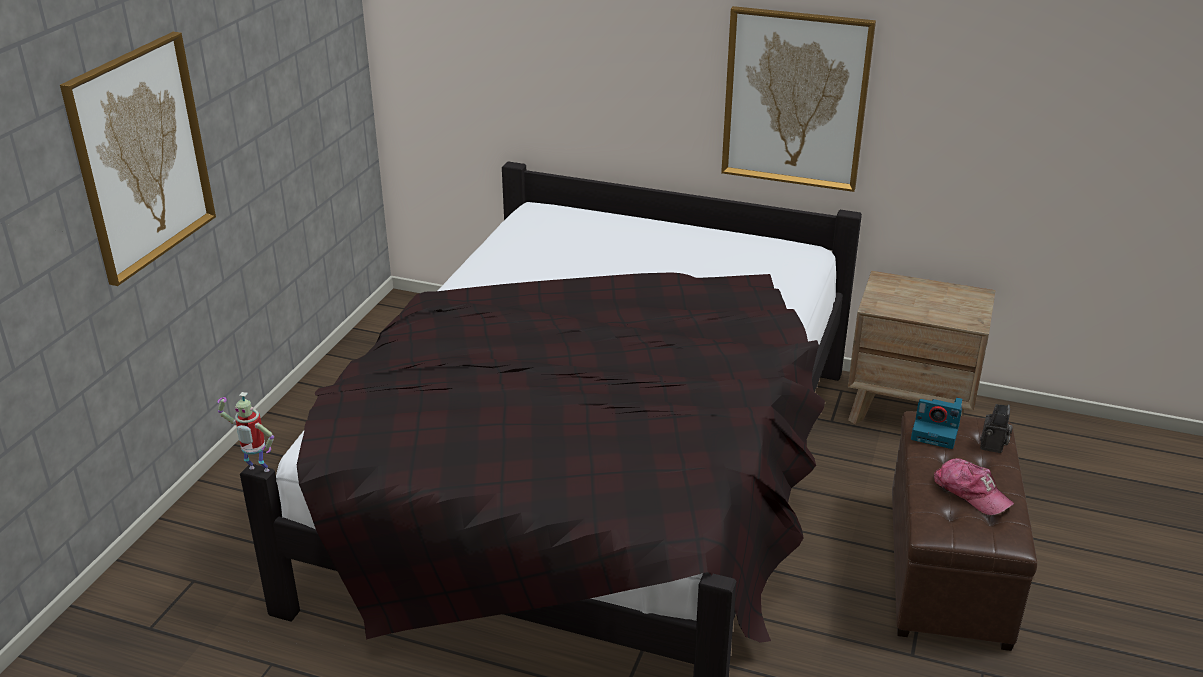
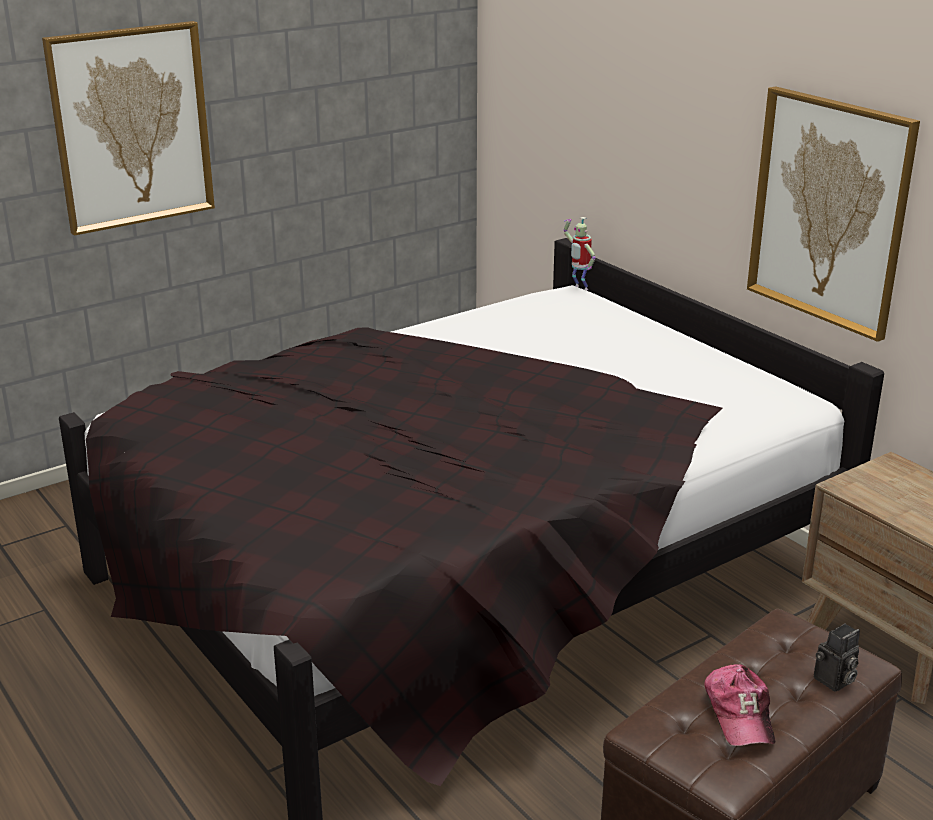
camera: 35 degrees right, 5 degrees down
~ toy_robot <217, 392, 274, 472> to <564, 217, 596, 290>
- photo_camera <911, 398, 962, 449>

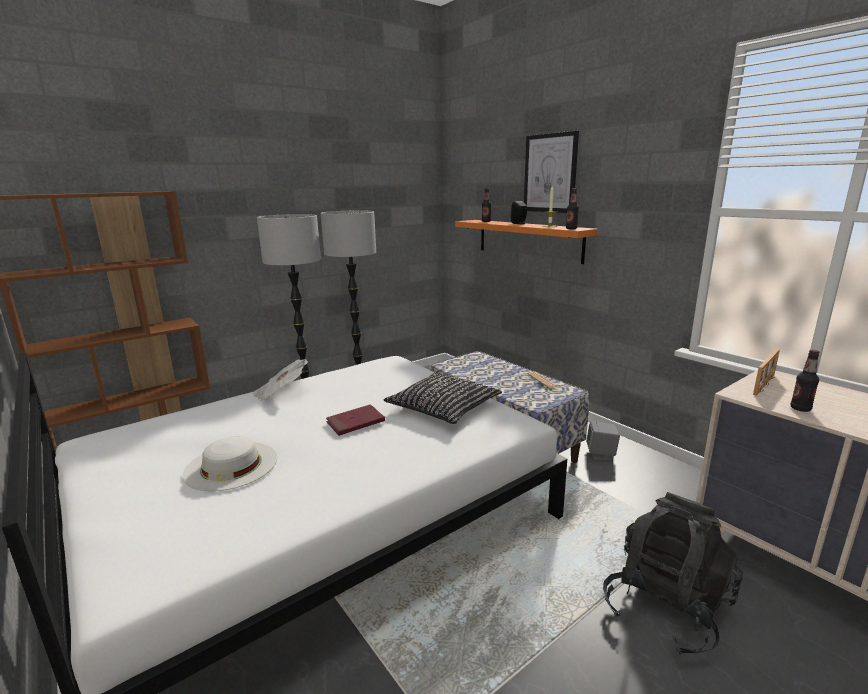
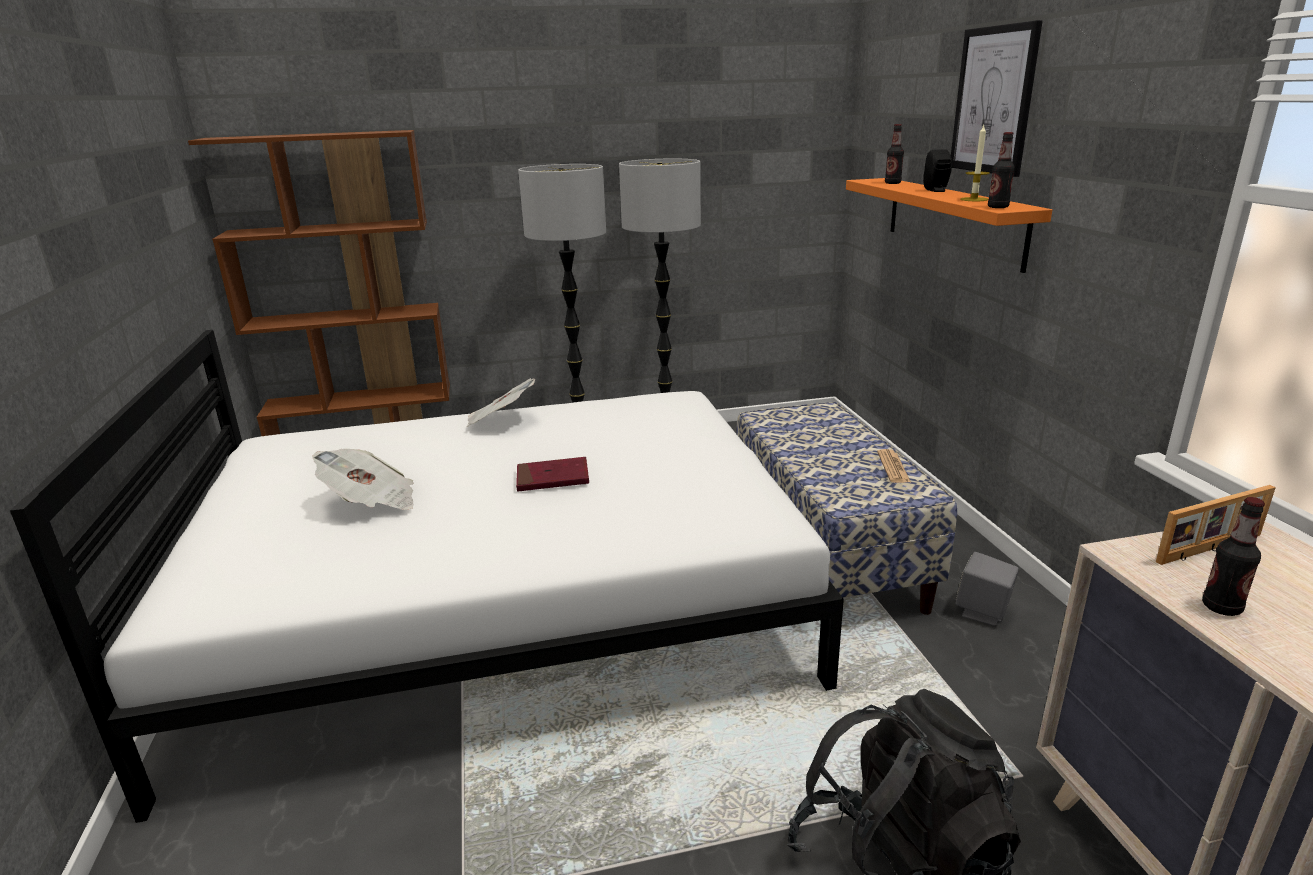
camera: 25 degrees right, 5 degrees up
~ white_hat <183, 436, 277, 491> to newspaper <312, 449, 414, 510>
- black_pillow <384, 373, 502, 424>

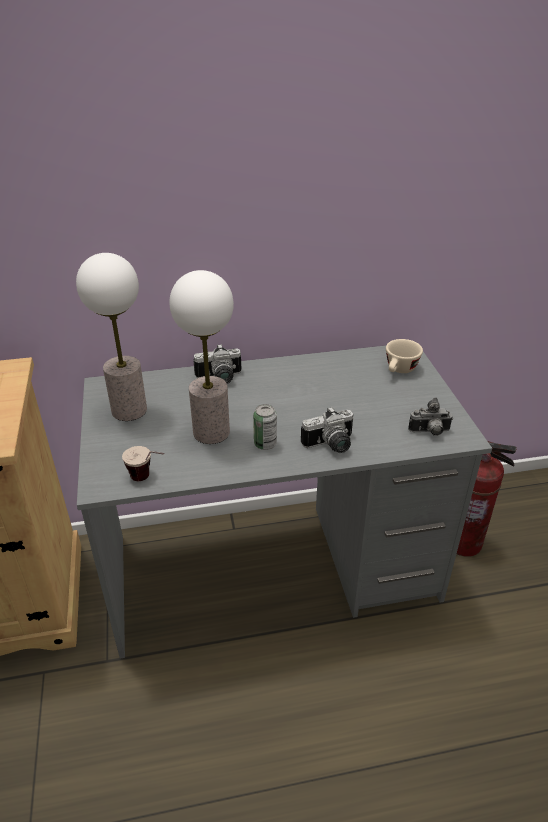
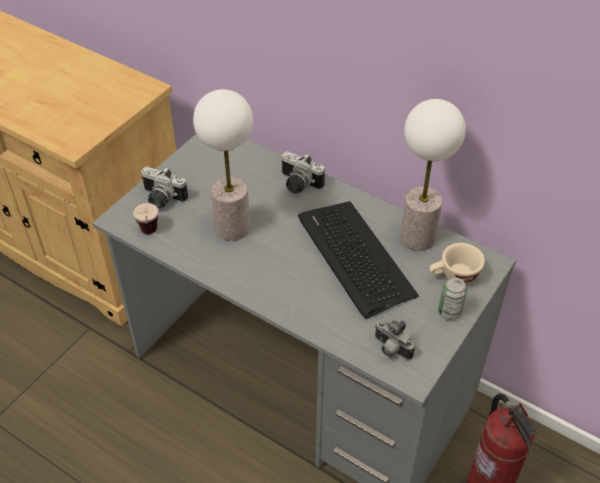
camera: 45 degrees right, 10 degrees up
~ photo_camera <301, 407, 354, 453> to <141, 167, 188, 209>
+ keyboard <298, 201, 419, 319>
~ table_lamp <76, 253, 147, 421> to <400, 99, 466, 251>
~ can <253, 404, 277, 450> to <438, 277, 467, 320>

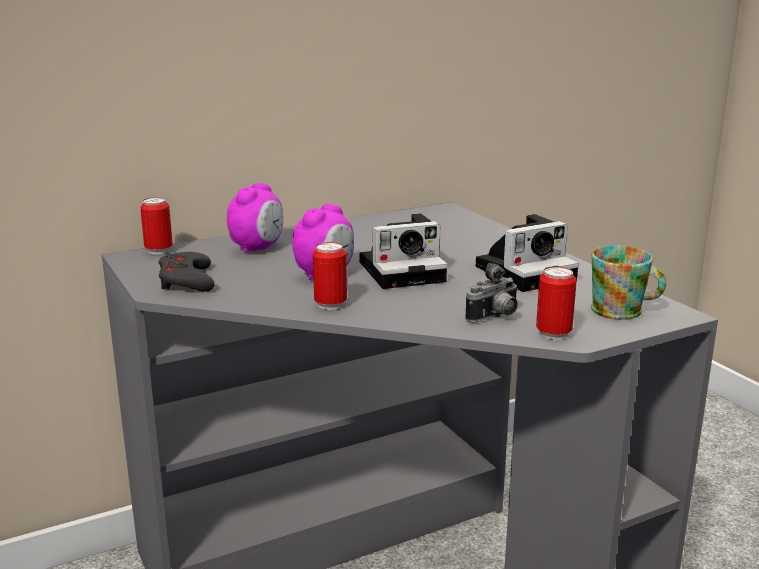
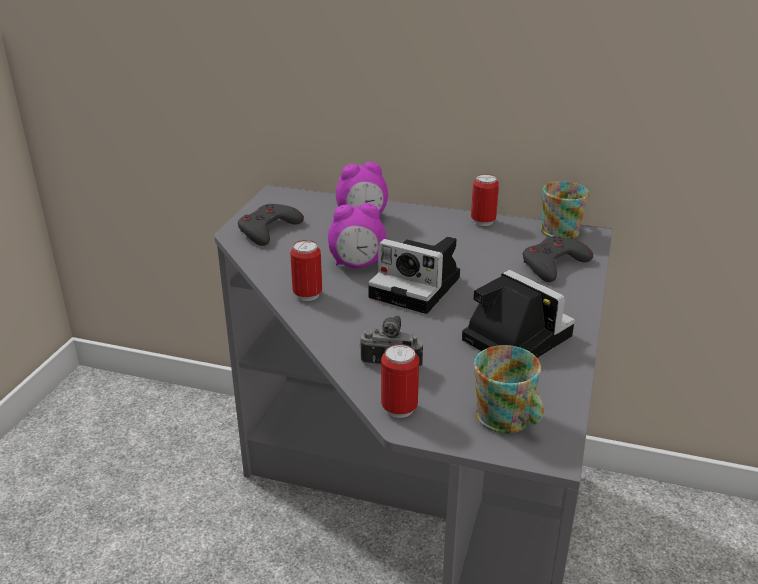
camera: 45 degrees right, 10 degrees up
~ photo_camera <476, 214, 579, 292> = <462, 270, 575, 358> 150 degrees counterclockwise
~ can <140, 197, 173, 254> to <471, 174, 499, 226>
+ grey_game_controller <523, 236, 593, 282>
+ mug <541, 181, 589, 239>

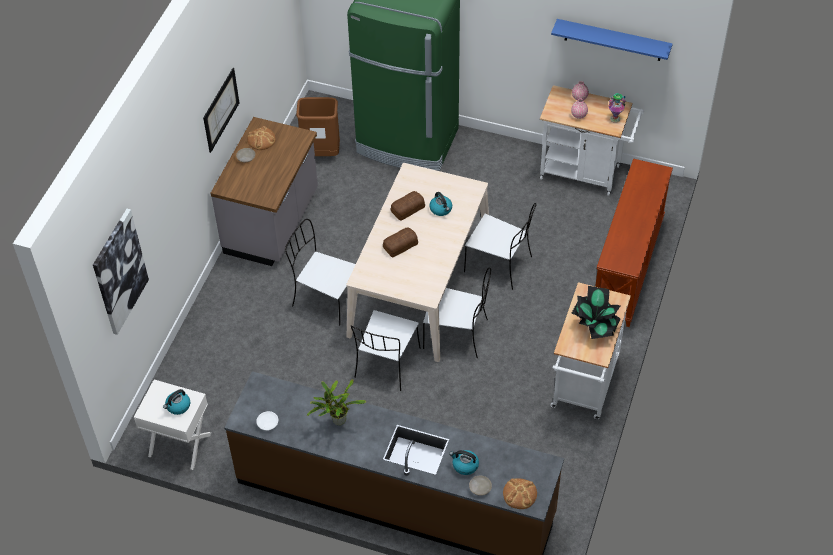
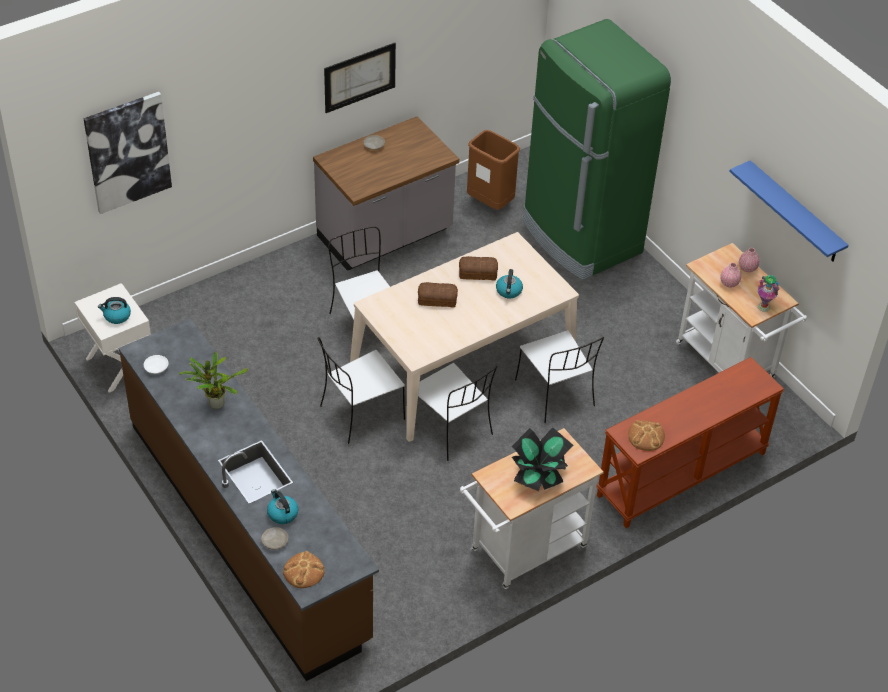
camera: 35 degrees right, 5 degrees down
~ bread <247, 126, 275, 150> to <628, 420, 665, 451>

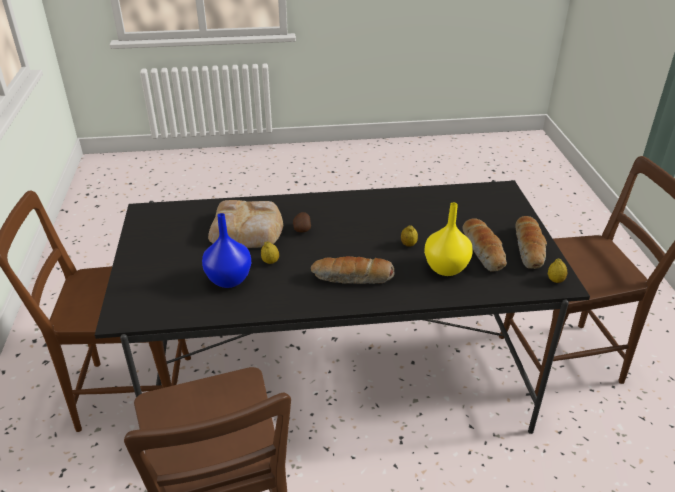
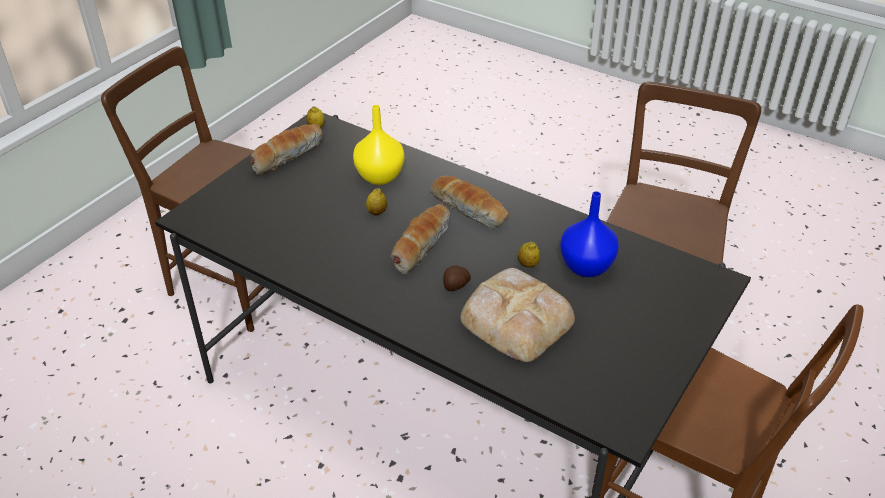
camera: 140 degrees left, 5 degrees up
~ bread <462, 218, 507, 272> to <391, 204, 451, 274>

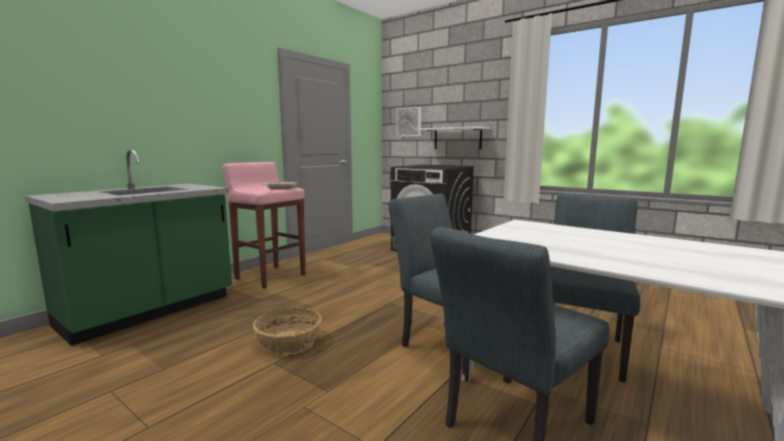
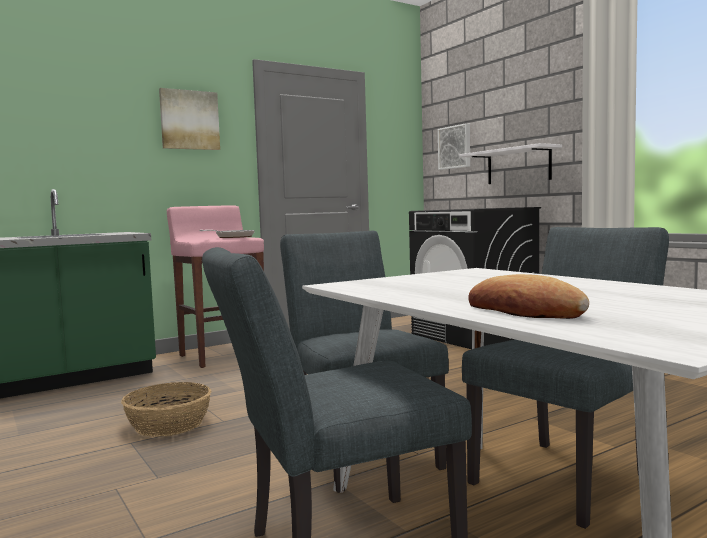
camera: 20 degrees right, 5 degrees down
+ picture <159, 88, 220, 150>
+ bread <468, 274, 589, 319>

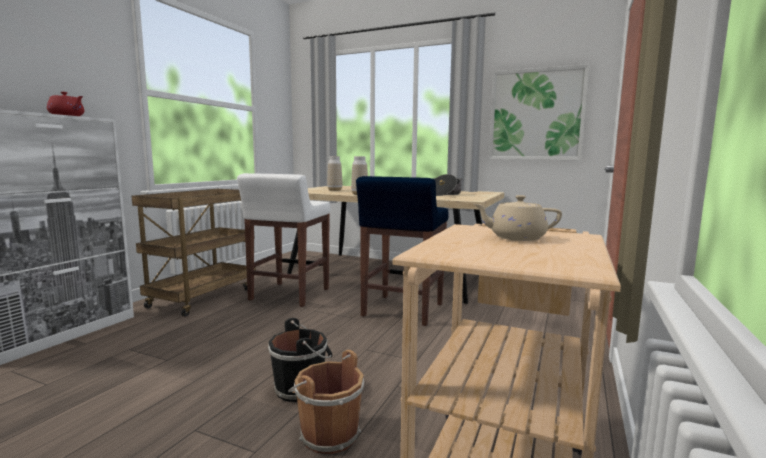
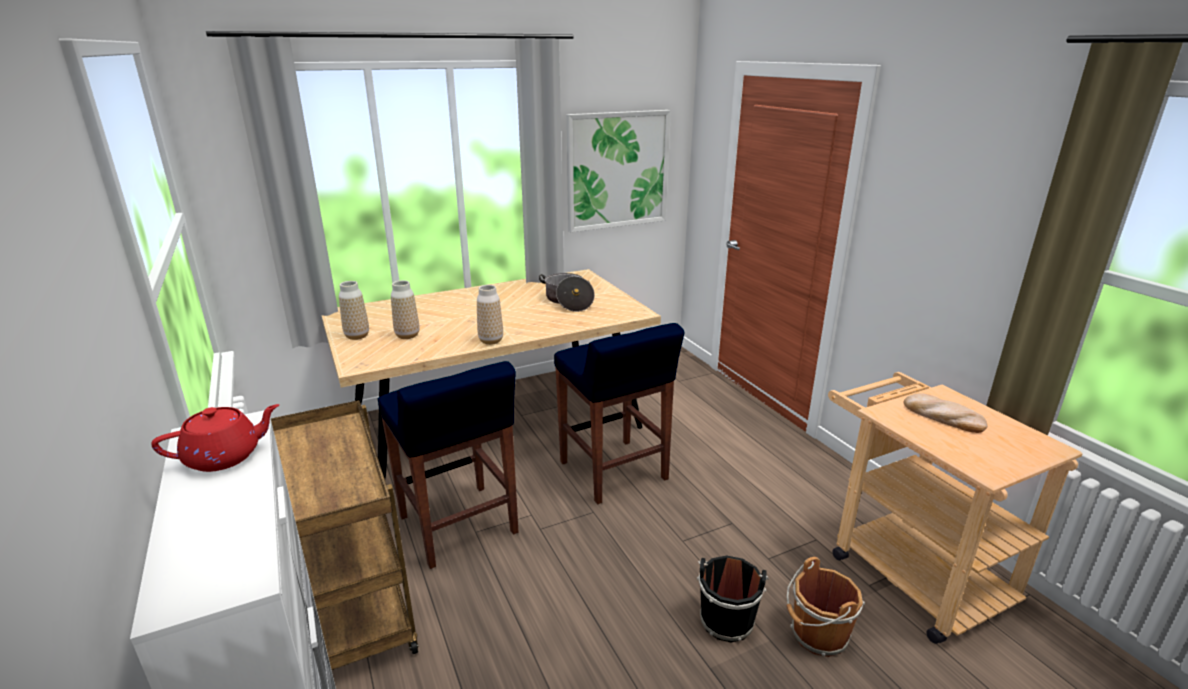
camera: 50 degrees left, 15 degrees up
+ vase <339, 281, 369, 340>
~ white_stool <237, 173, 331, 307> to blue_stool <378, 361, 519, 569>
~ beige_teapot <473, 195, 562, 241> to bread <903, 393, 988, 433>

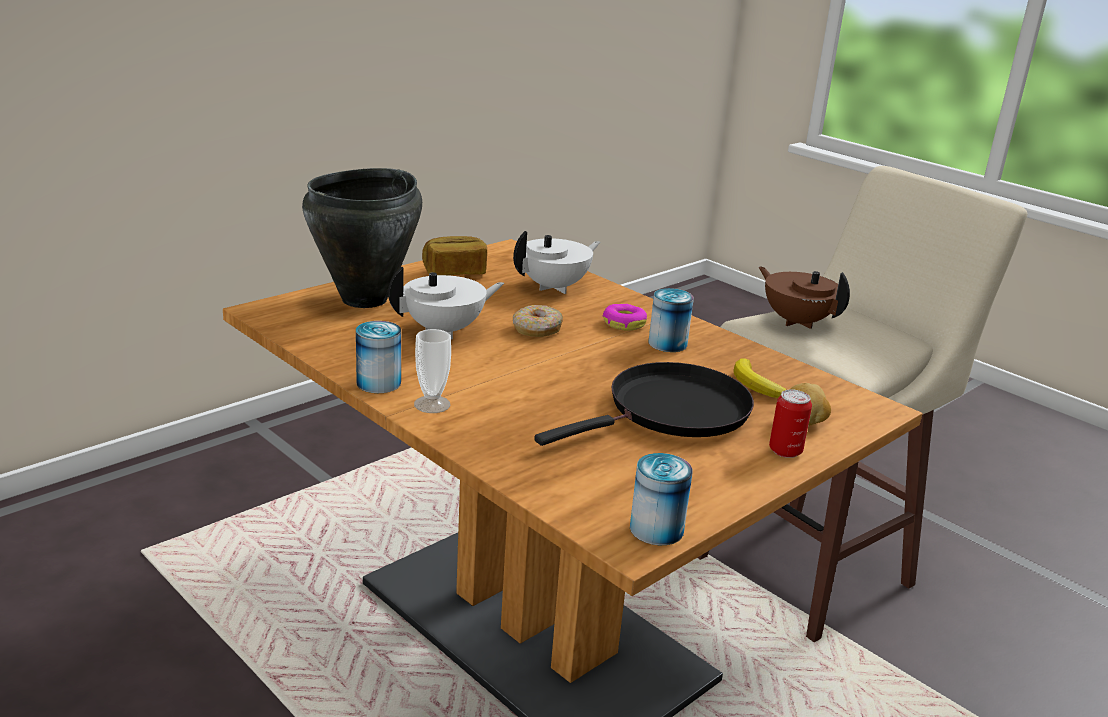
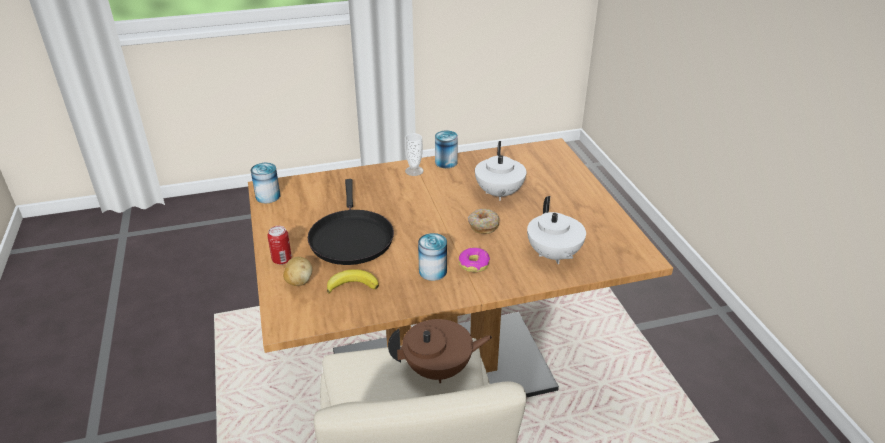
camera: 120 degrees right, 10 degrees up
- black_cooking_pot <302, 168, 422, 308>
- bread <422, 236, 487, 275>

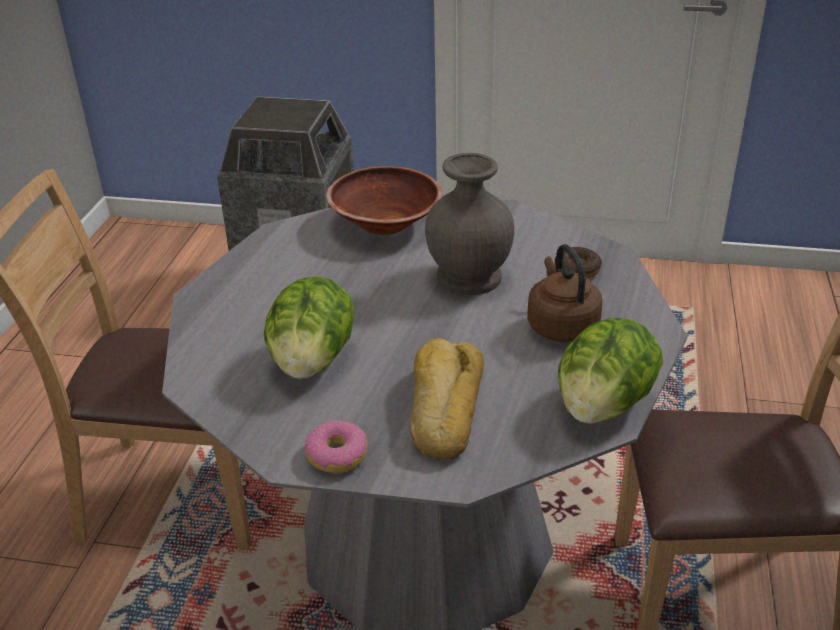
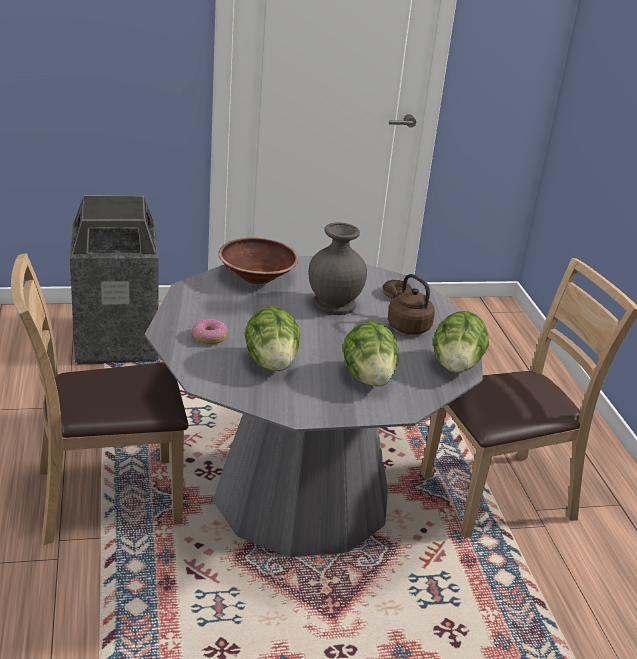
camera: 25 degrees left, 5 degrees down
~ donut <305, 420, 368, 473> to <192, 319, 228, 344>
~ bread <410, 338, 484, 459> to lettuce <343, 320, 399, 387>

